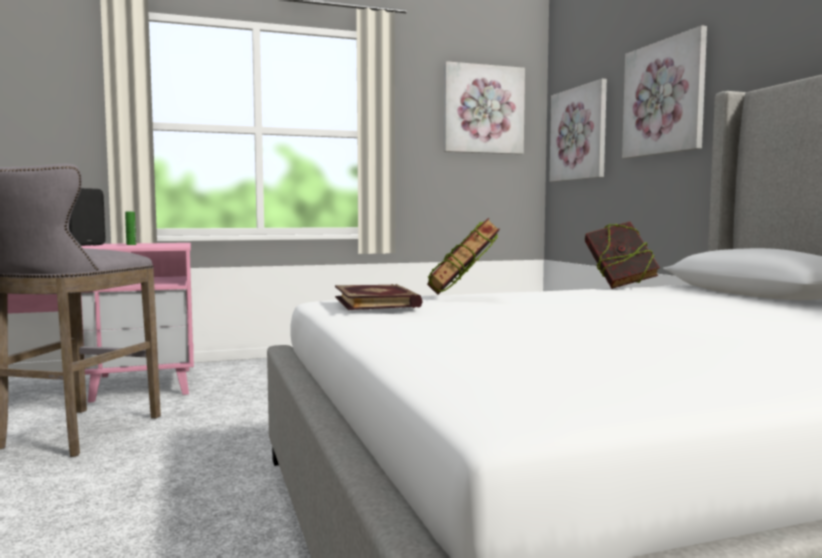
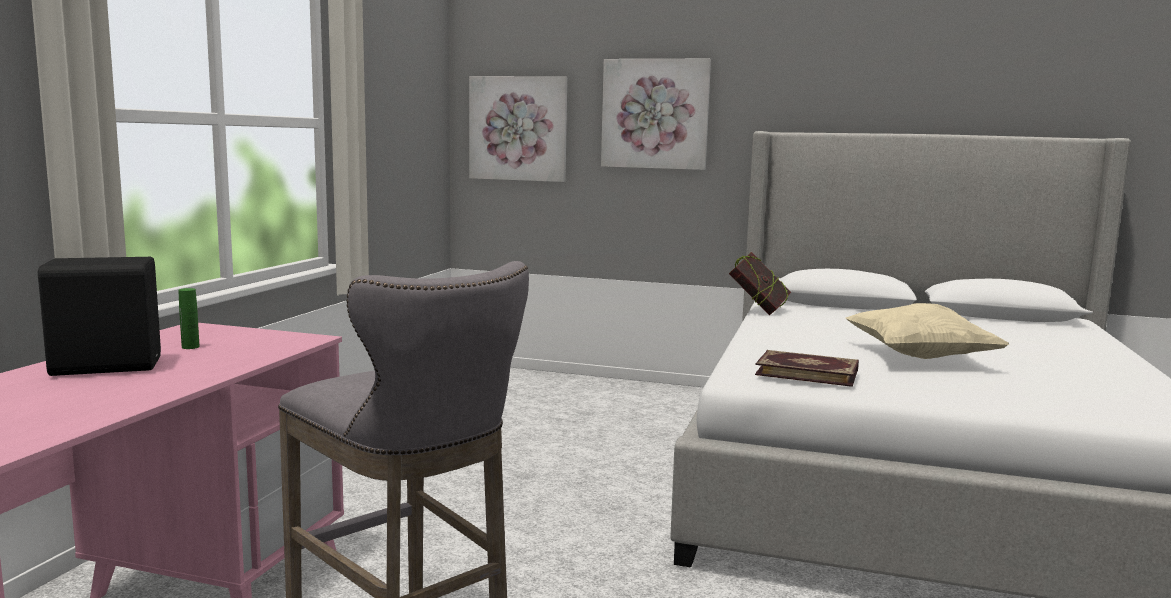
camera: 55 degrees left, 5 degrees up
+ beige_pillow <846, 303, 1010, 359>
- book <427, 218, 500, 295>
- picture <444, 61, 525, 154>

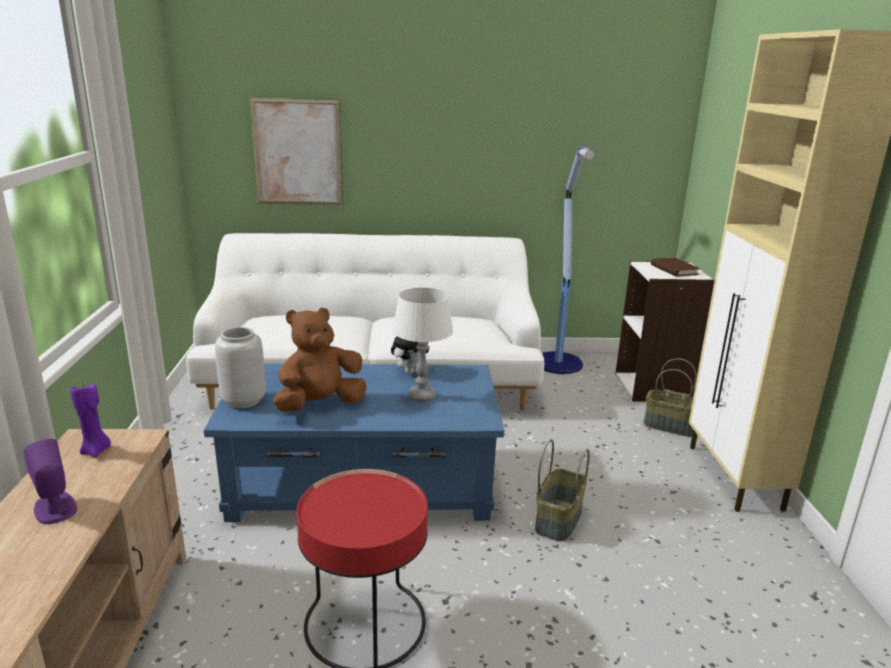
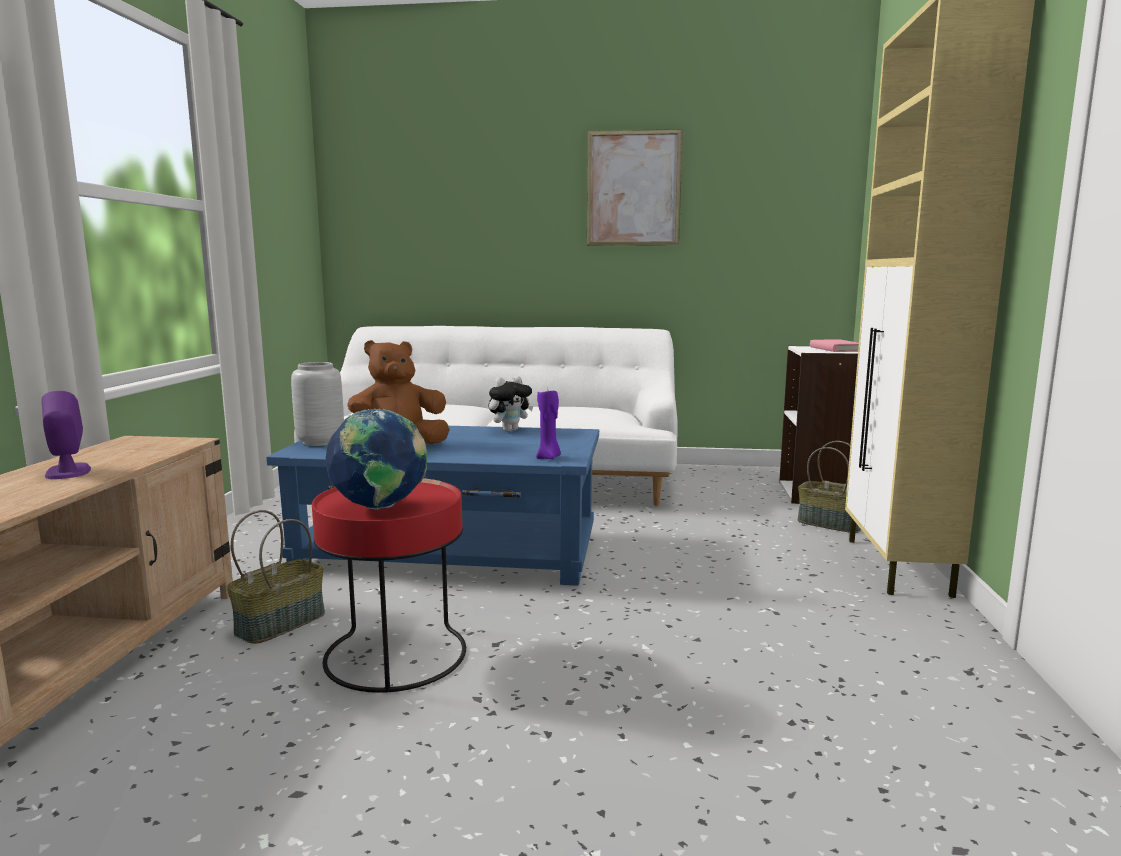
camera: 10 degrees right, 10 degrees down
~ basket <535, 439, 590, 541> to <227, 510, 325, 644>
+ globe <326, 408, 427, 510>
~ purple_candle <70, 383, 111, 458> to <536, 391, 561, 460>
~ picture <249, 97, 343, 205> to <587, 129, 683, 246>
~ brown_book <651, 257, 700, 277> to pink_book <810, 339, 859, 352>
- white_table_lamp <392, 288, 454, 402>
- floor_lamp <542, 145, 594, 374>

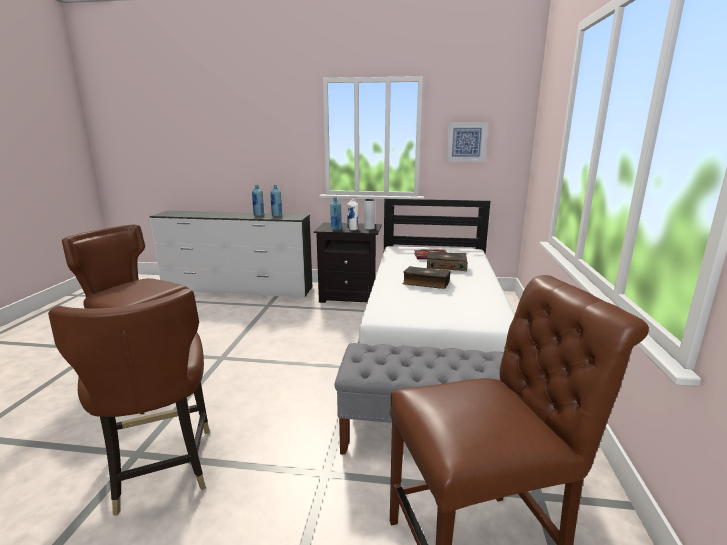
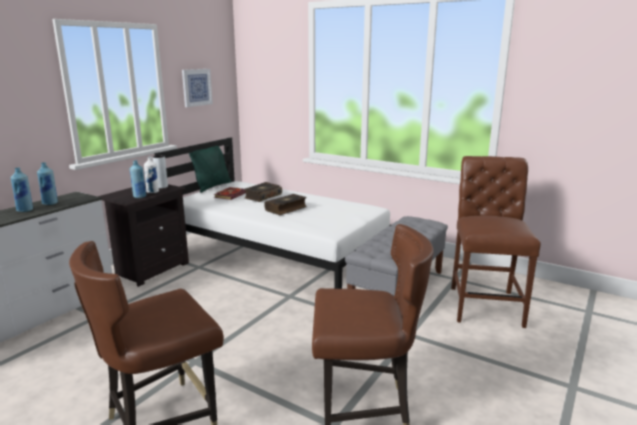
camera: 65 degrees left, 0 degrees up
+ green_pillow <189, 146, 231, 193>

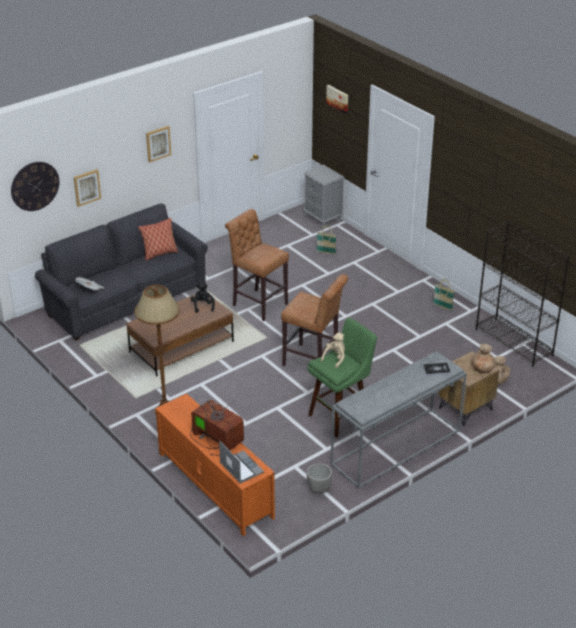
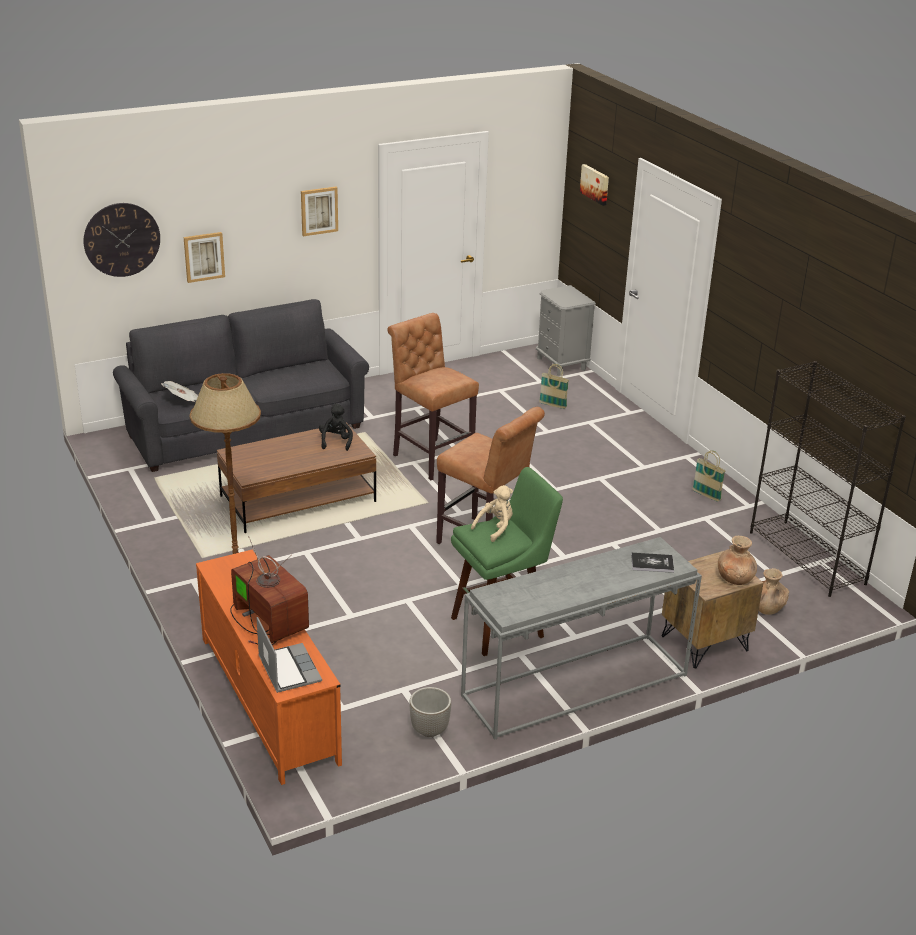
camera: 10 degrees right, 5 degrees down
- pillow <138, 218, 178, 261>

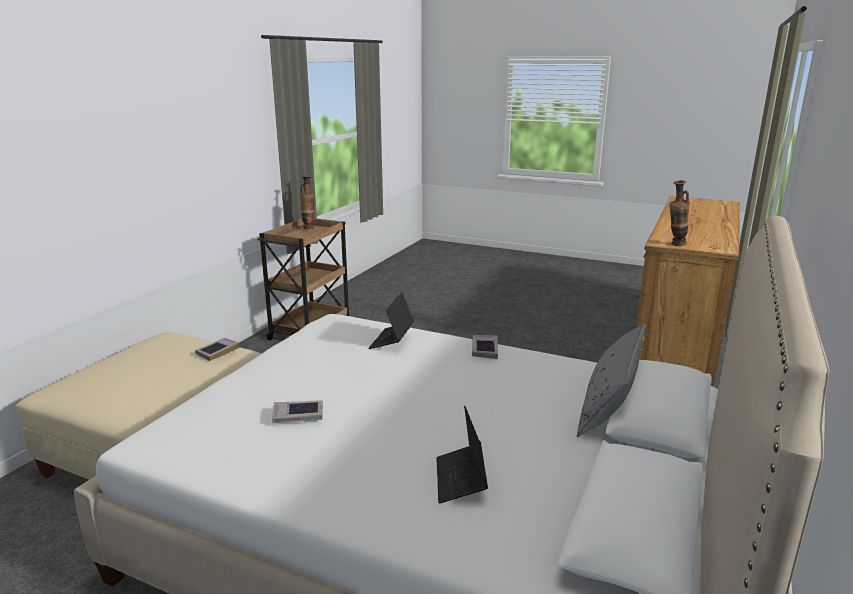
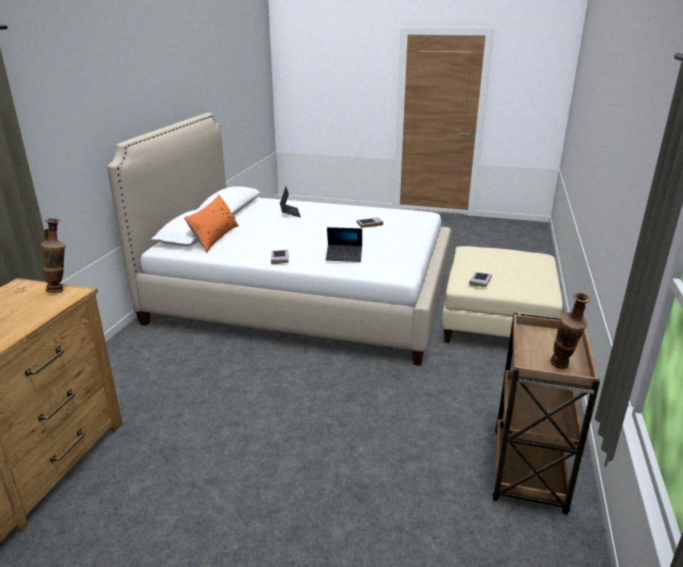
camera: 170 degrees right, 5 degrees up
~ grey_pillow <577, 324, 645, 437> to orange_pillow <184, 195, 239, 252>
~ laptop <369, 292, 414, 349> = <326, 227, 362, 262> 90 degrees clockwise

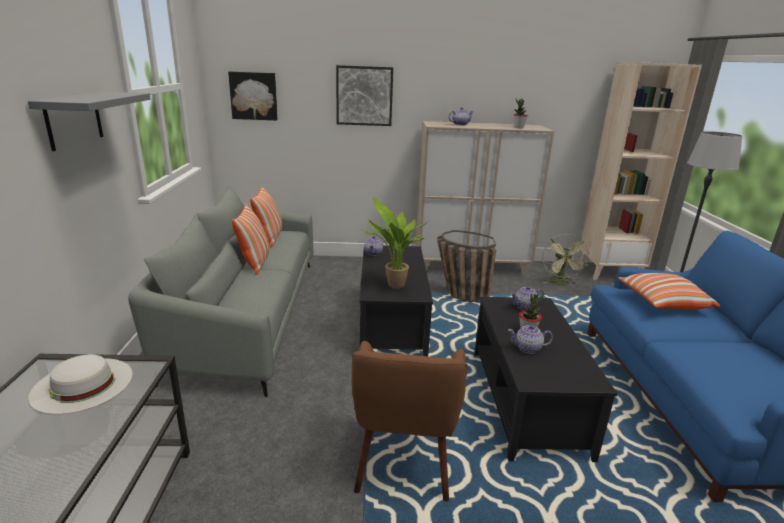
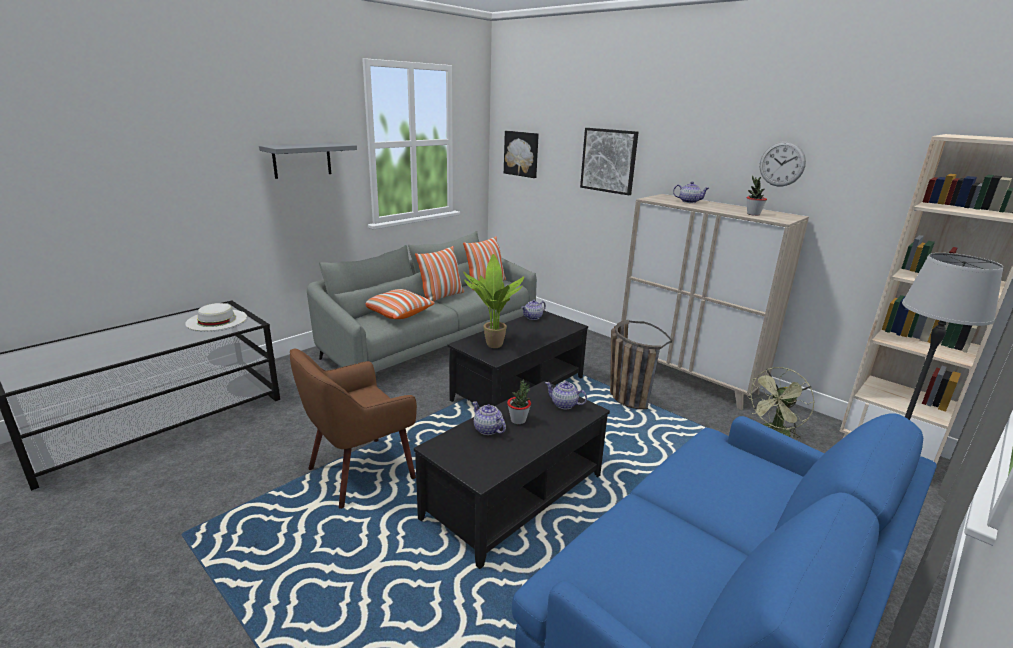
camera: 45 degrees right, 0 degrees up
~ pillow <618, 273, 721, 310> to <366, 289, 435, 319>
+ wall_clock <760, 141, 806, 186>

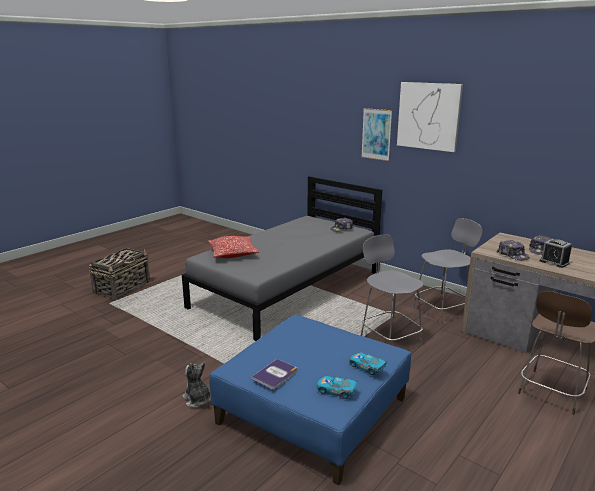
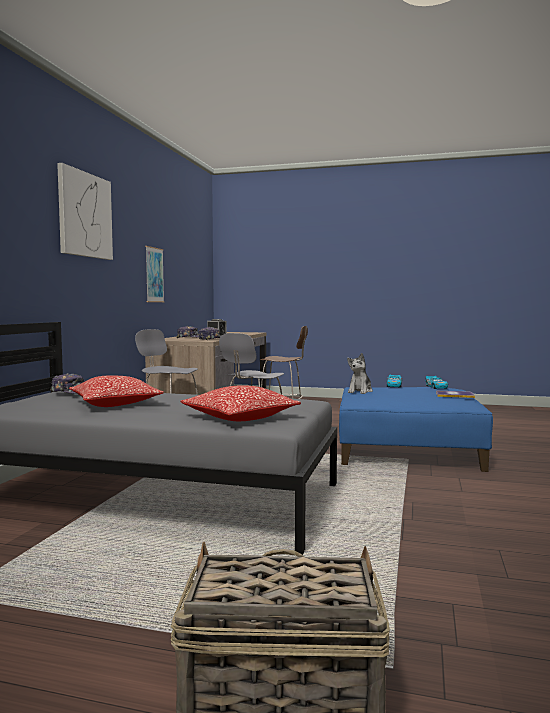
camera: 115 degrees left, 15 degrees down
+ pillow <69, 376, 164, 407>
~ picture <361, 108, 392, 161> to <145, 246, 164, 302>
~ plush_toy <182, 362, 211, 408> to <347, 353, 373, 394>

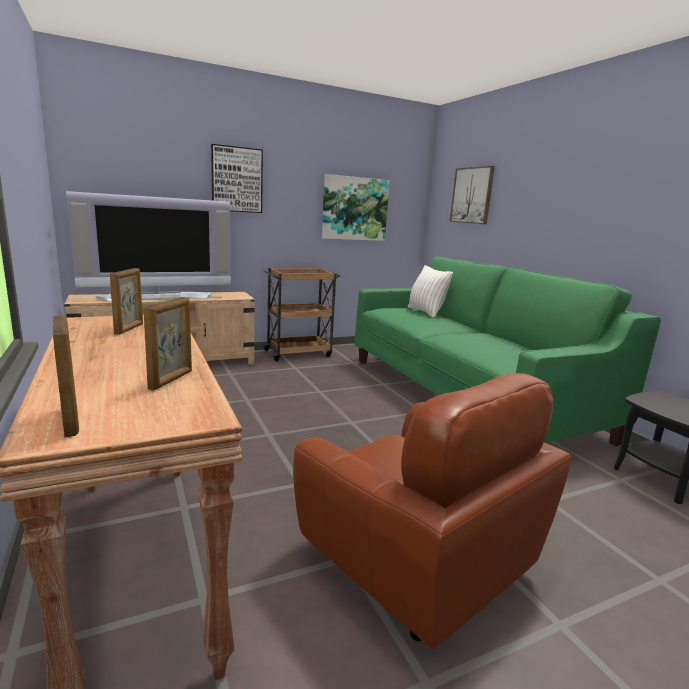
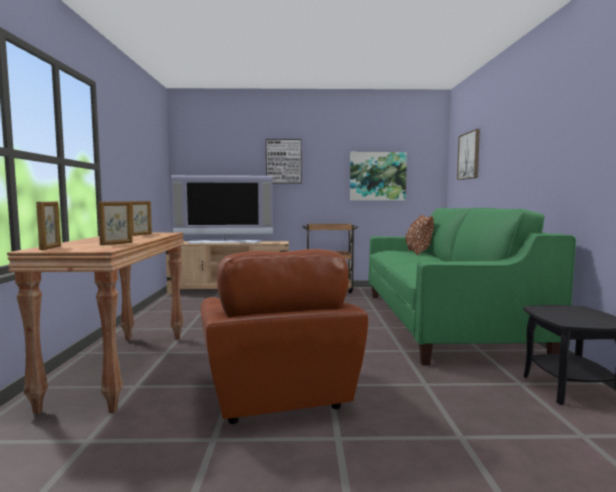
camera: 25 degrees right, 10 degrees down
~ white_pillow <408, 265, 453, 318> to brown_pillow <405, 215, 434, 255>

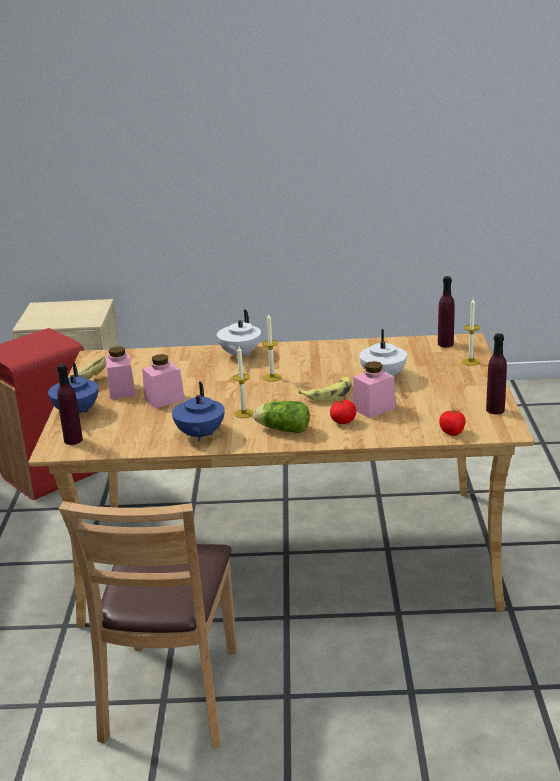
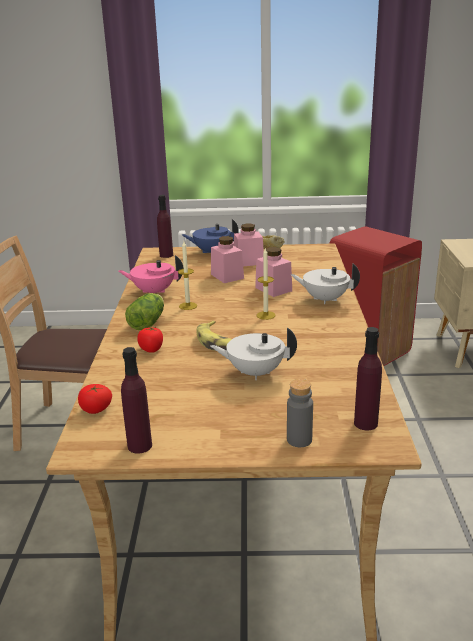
camera: 90 degrees right, 0 degrees up
~ blue_teapot <172, 382, 225, 442> to pink_teapot <118, 255, 184, 294>
~ pink_jar <352, 361, 396, 418> to <255, 247, 292, 297>
~ candle <462, 299, 480, 366> to grey_bottle <287, 379, 313, 447>

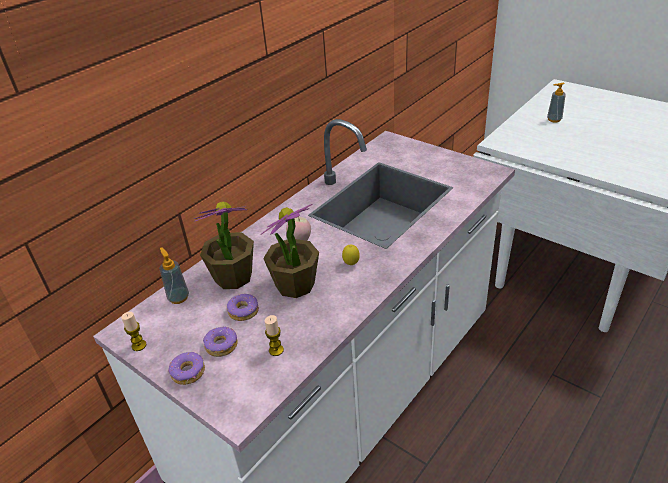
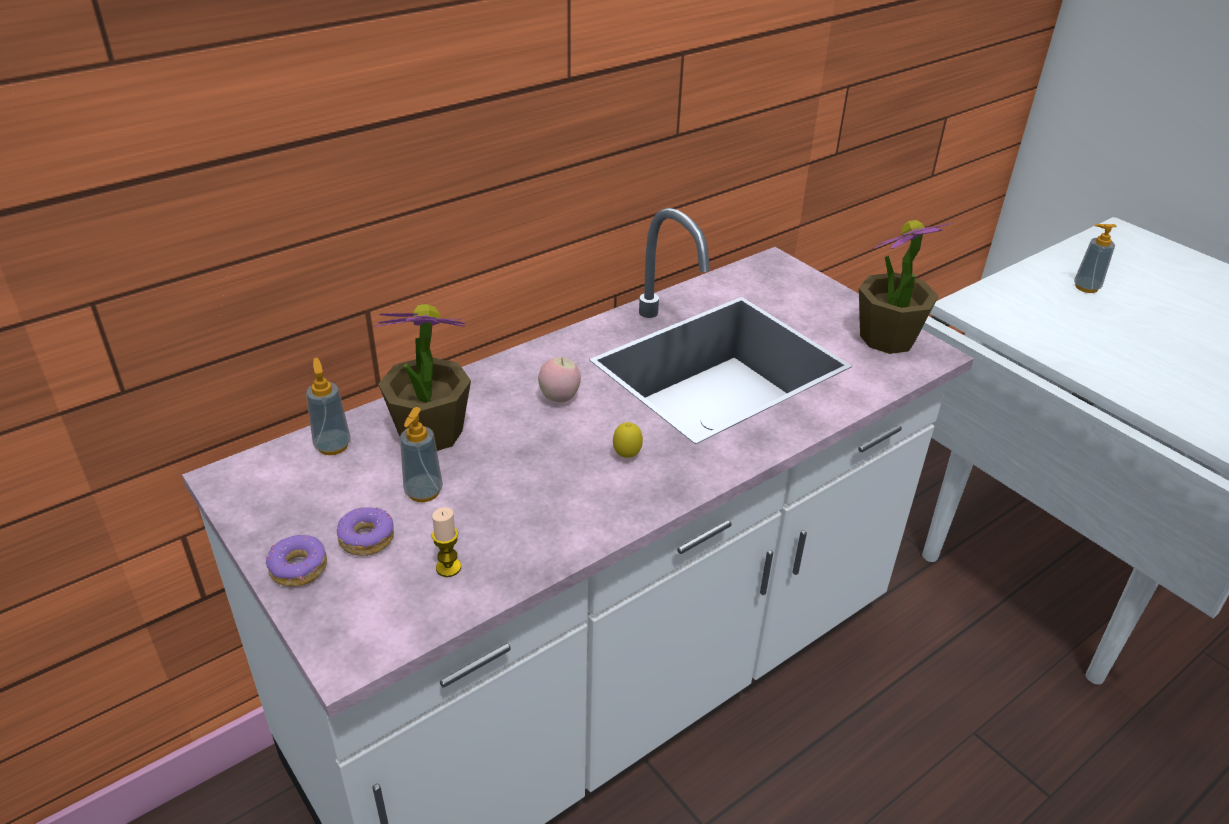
camera: 10 degrees right, 0 degrees up
~ donut <227, 294, 259, 321> to soap_dispenser <400, 407, 443, 502>
~ potted_plant <261, 204, 319, 298> to <859, 220, 953, 354>
- candle <121, 312, 146, 351>

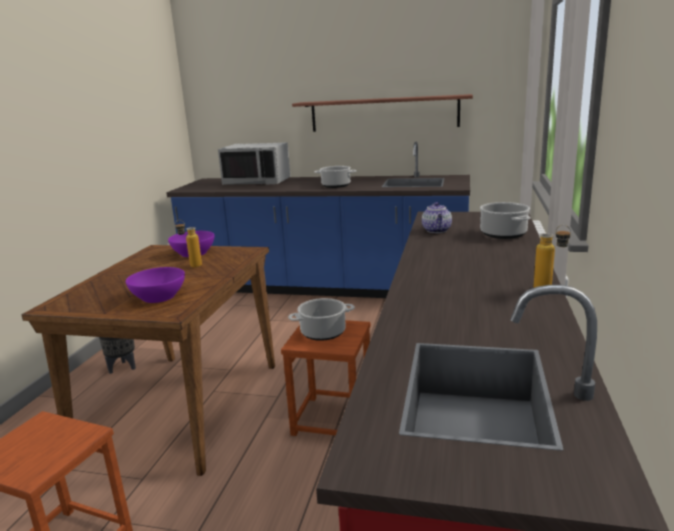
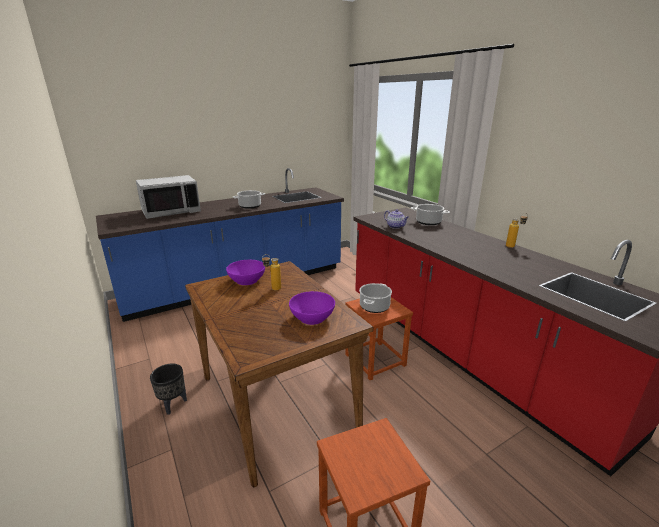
camera: 45 degrees left, 5 degrees up
- shelf <292, 94, 473, 132>

